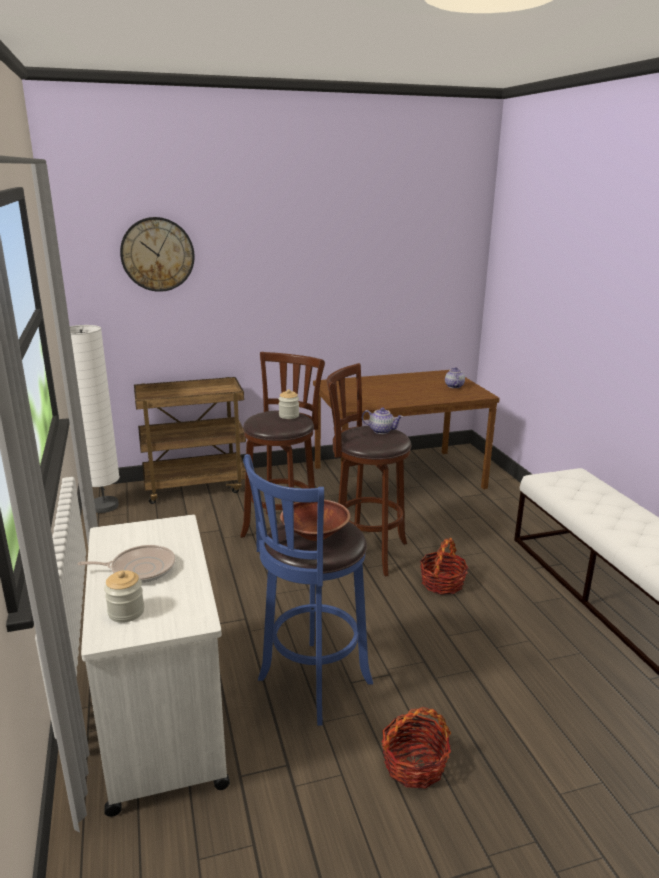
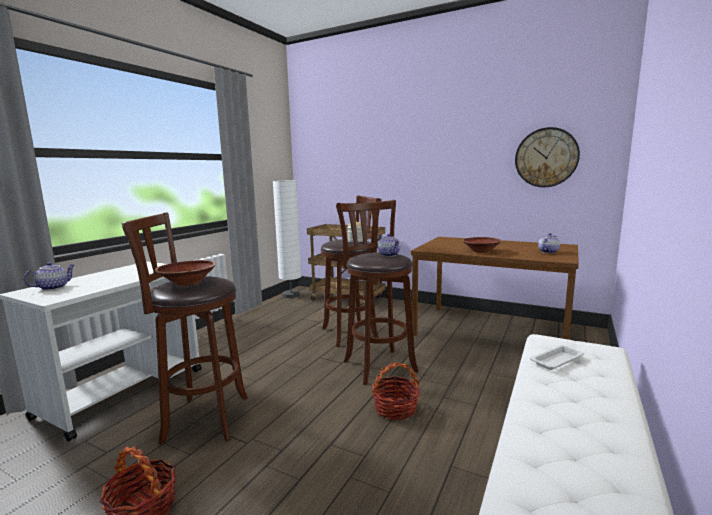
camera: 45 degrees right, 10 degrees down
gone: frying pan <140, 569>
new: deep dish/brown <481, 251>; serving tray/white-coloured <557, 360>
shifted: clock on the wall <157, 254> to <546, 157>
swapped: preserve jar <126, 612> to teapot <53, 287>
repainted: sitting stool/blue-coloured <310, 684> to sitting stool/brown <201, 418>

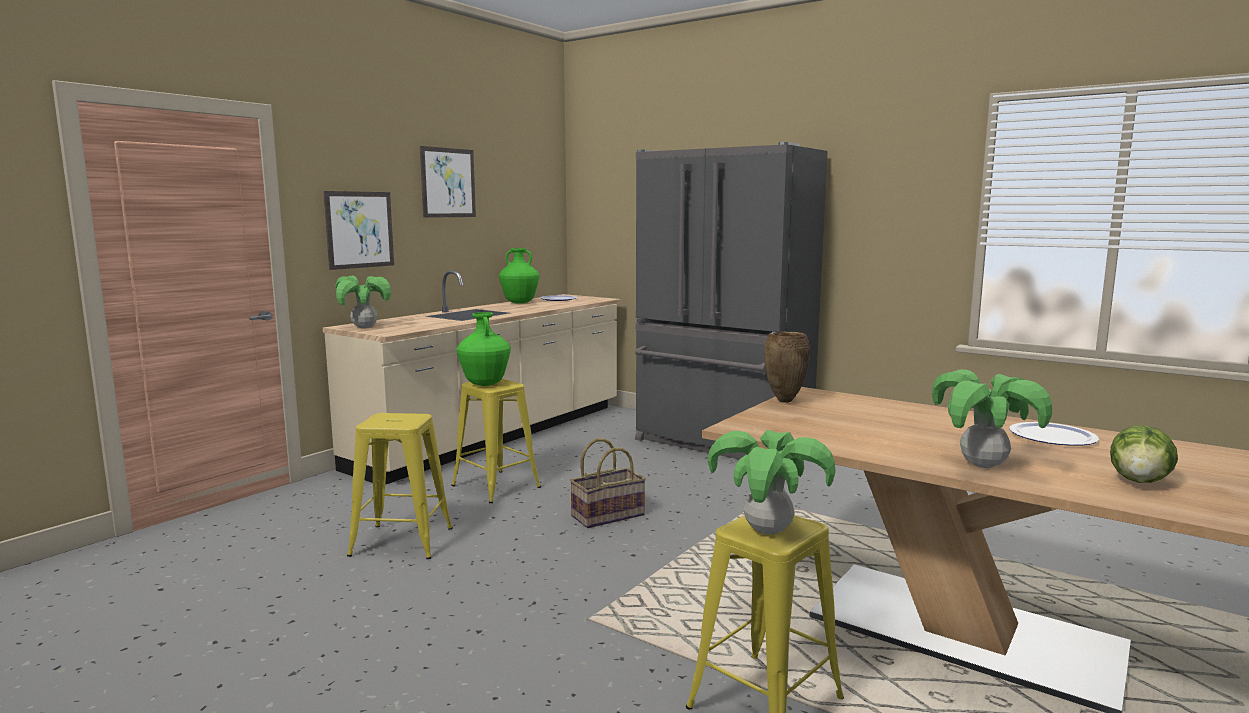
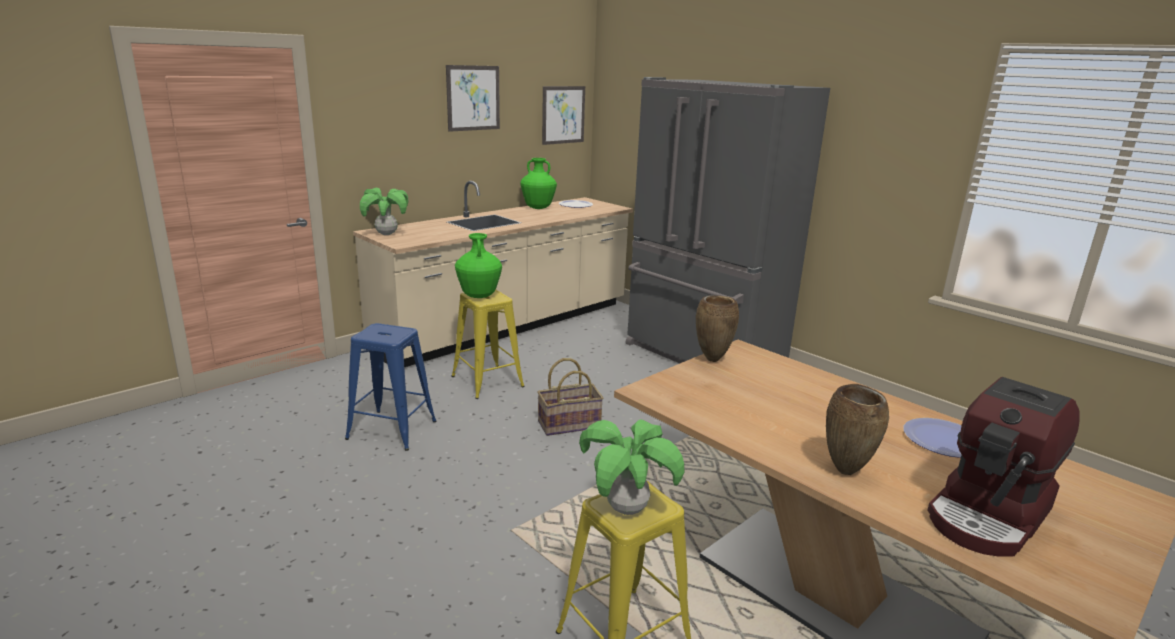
camera: 10 degrees right, 10 degrees up
shifted: wall art <359, 229> to <563, 115>
swapped: houseplant <983, 465> to vase/brown <847, 471>; head of lettuce <1139, 481> to coffee machine <989, 515>
repainted: sitting stool/yellow-coloured <402, 542> to sitting stool/blue-coloured <392, 430>

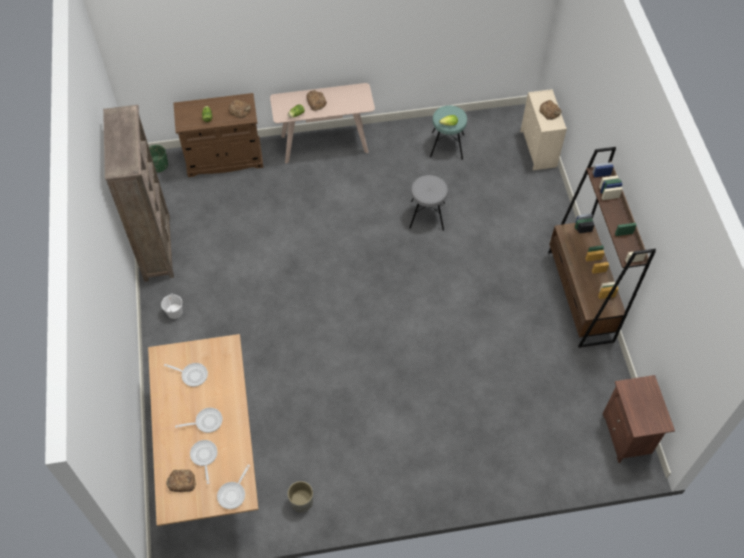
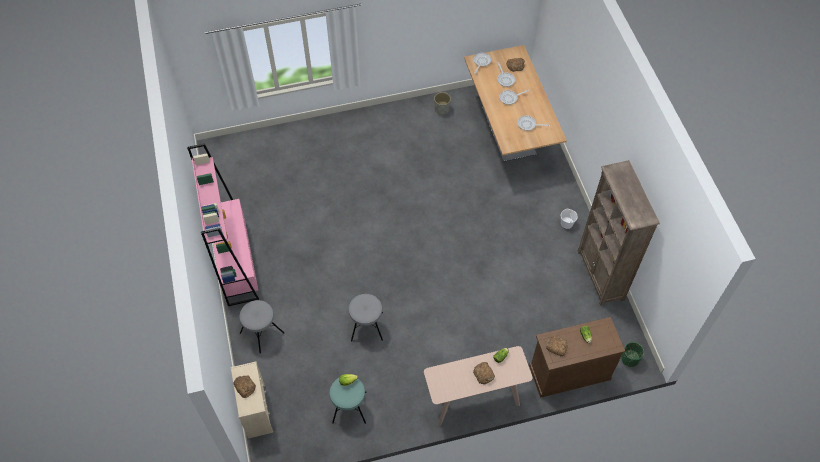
camera: 175 degrees right, 0 degrees up
gone: night table/brown <628, 435>
new: sitting stool/gray <262, 332>
repainted: bookshelf/brown <580, 296> to bookshelf/pink <236, 261>

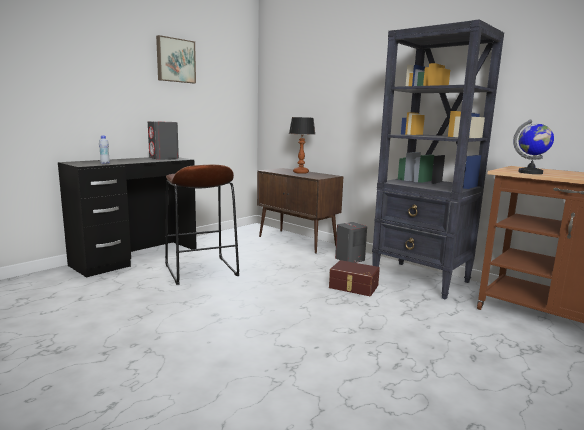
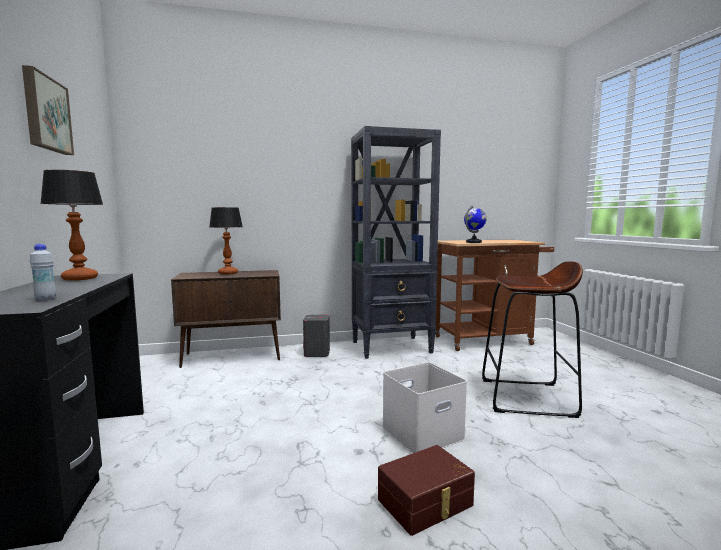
camera: 55 degrees left, 5 degrees down
new: storage container/white-coloured <422, 434>
shifted: sitting stool/brown <200, 270> to <527, 397>; storage container/brown <353, 287> to <426, 503>
swapped: speaker/gray <164, 158> to tabletop lamp <80, 278>

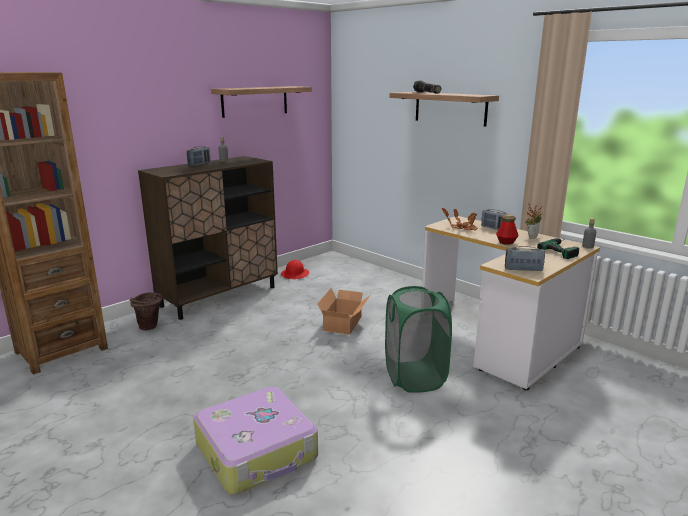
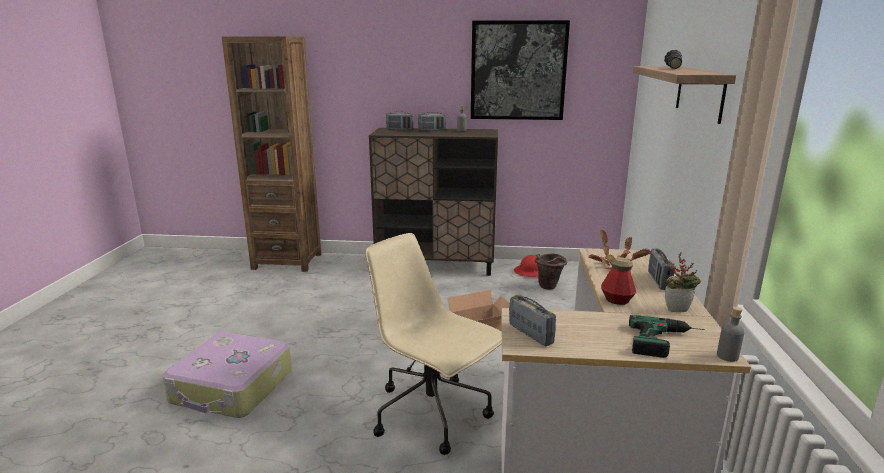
camera: 50 degrees right, 0 degrees up
new: radio <399, 129>
shifted: pail/brown <150, 328> to <548, 288>
swapped: shelf <255, 101> to wall art <518, 71>; laundry basket/greenish <414, 377> to computer chair/sand-coloured <433, 414>

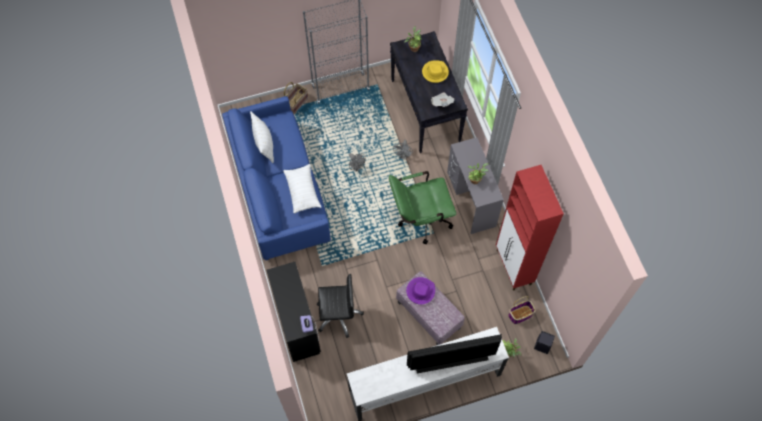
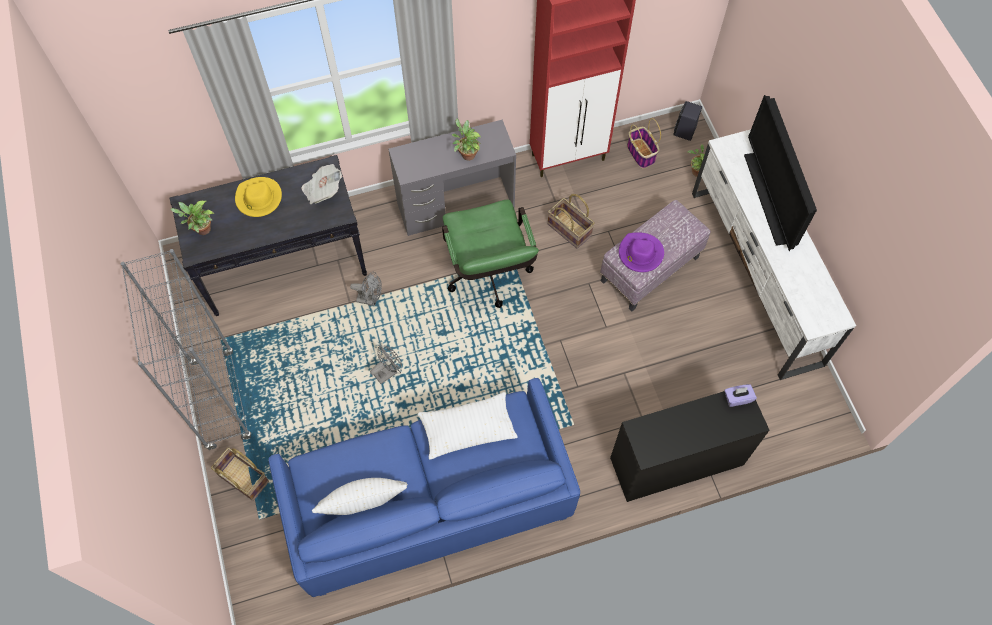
camera: 90 degrees left, 0 degrees up
gone: computer chair/black <338, 315>
new: storage basket <570, 229>

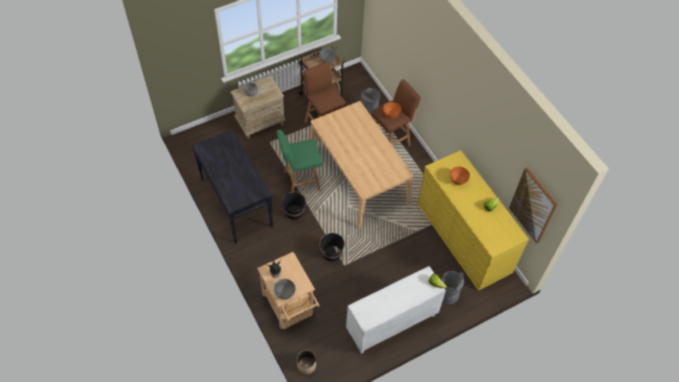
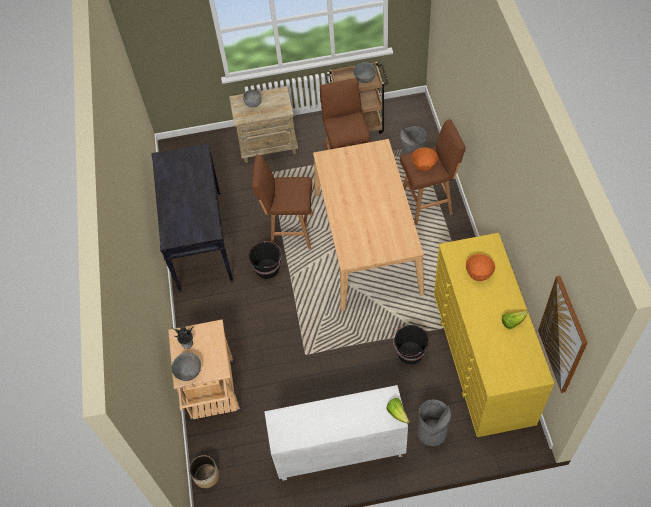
camera: 25 degrees right, 0 degrees up
shifted: pail/black <331, 253> to <410, 353>
repainted: sitting stool/greenish <300, 181> to sitting stool/brown <290, 231>

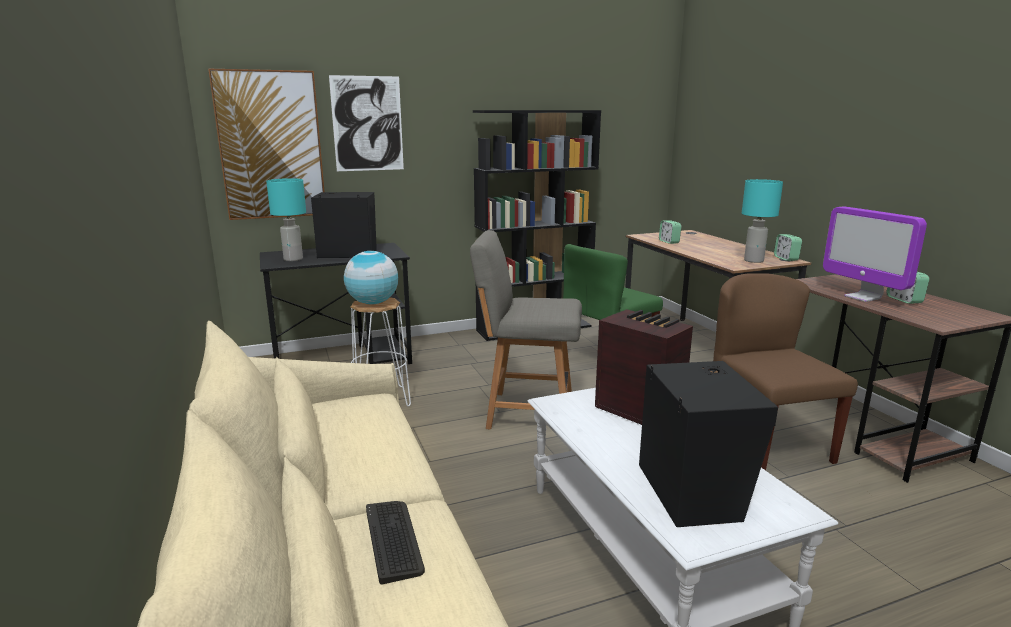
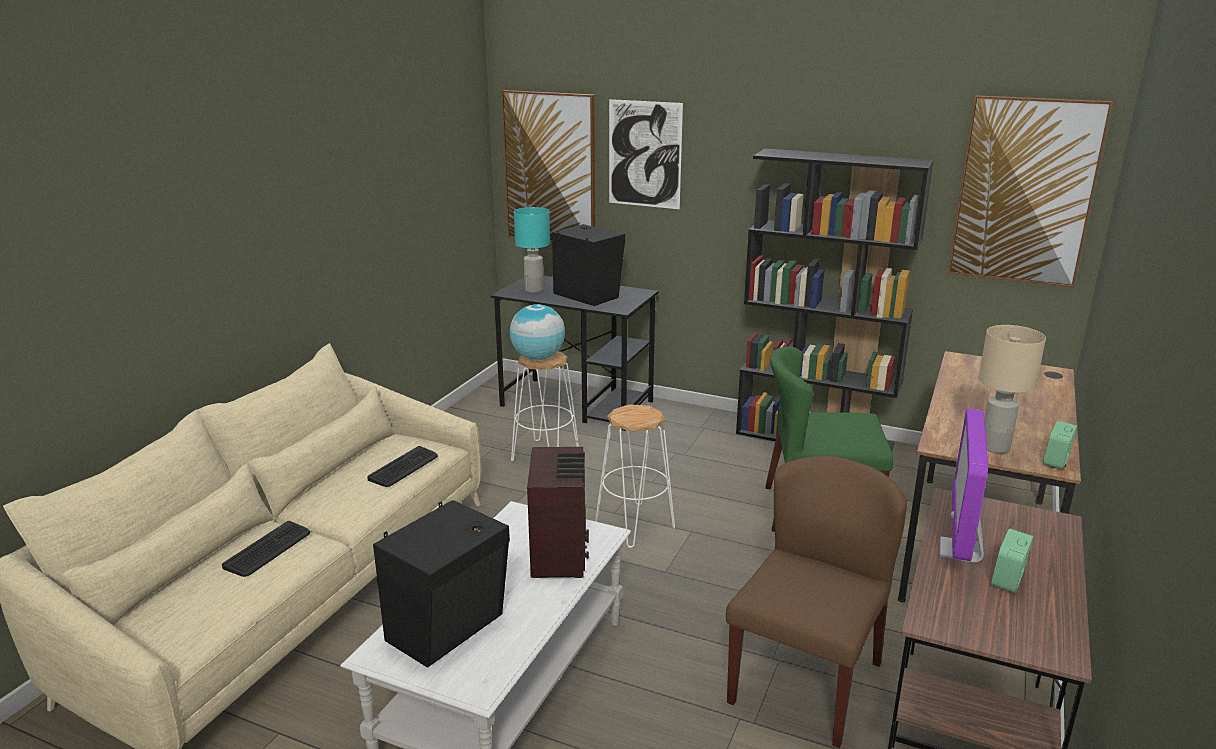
camera: 45 degrees right, 5 degrees up
gone: alarm clock <669, 242>
new: computer keyboard <404, 467>; wall art <1025, 191>
swapped: plain chair/gray <526, 412> to sitting stool/white-coloured <635, 525>
repainted: tabletop lamp/blue-green <753, 260> to tabletop lamp/sand-coloured <995, 447>

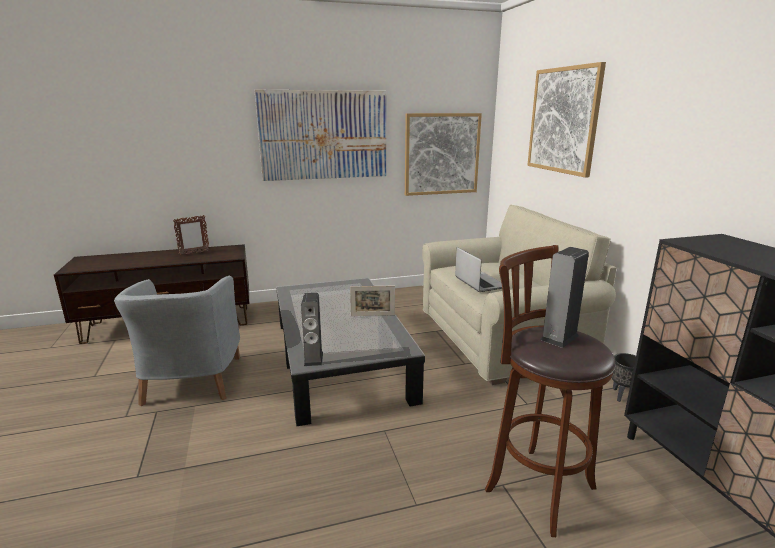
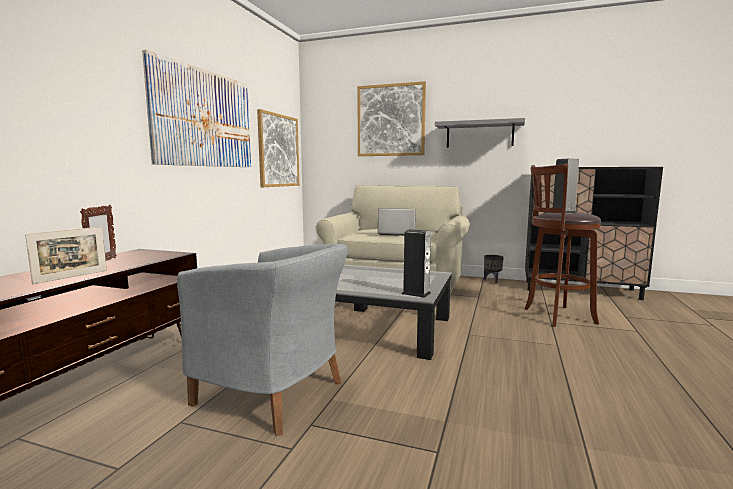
camera: 55 degrees left, 10 degrees down
new: shelf/gray <479, 134>
shifted: photo frame <372, 315> to <71, 277>

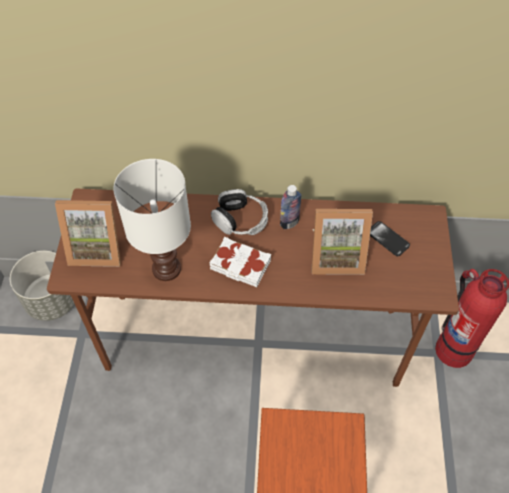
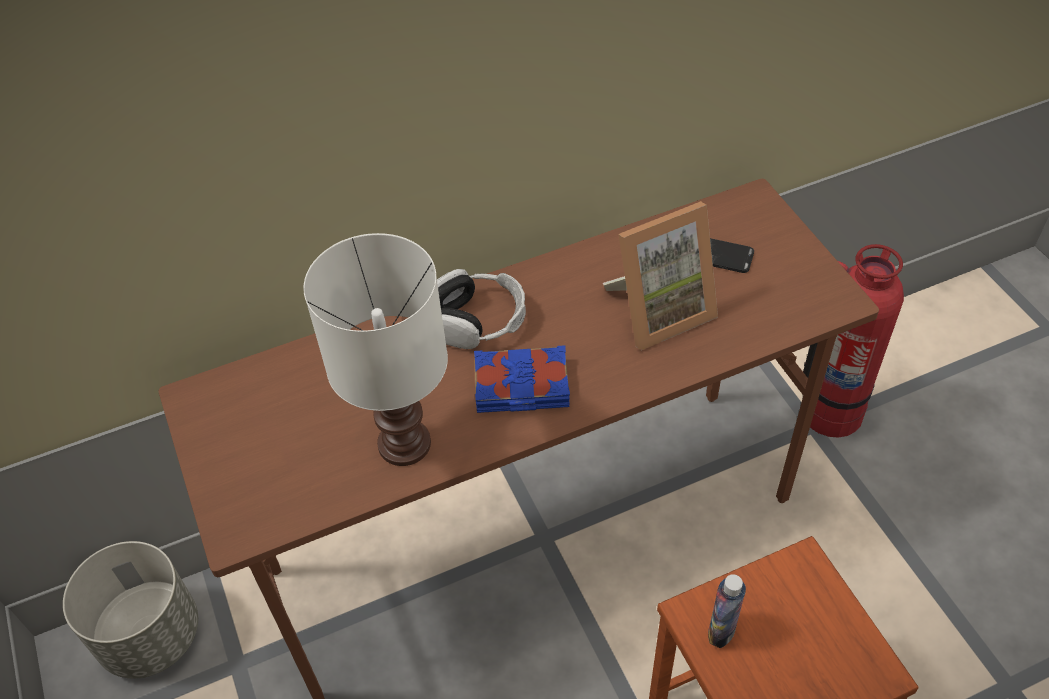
camera: 25 degrees left, 5 degrees down
gone: photo frame <97, 248>
shifted: bottle <289, 223> to <721, 630>
repainted: volume/white-coloured <240, 265> to volume/blue-coloured <522, 387>

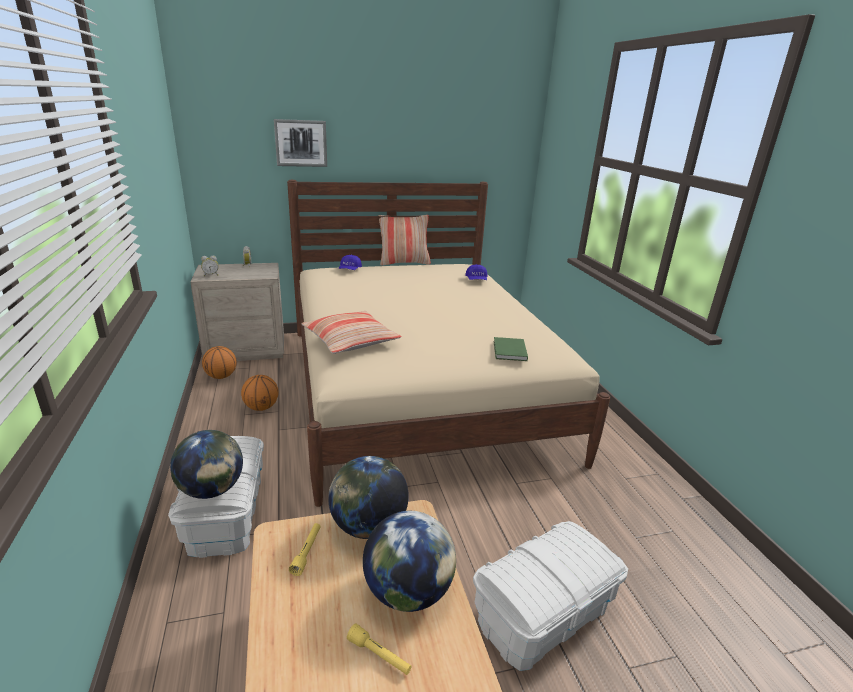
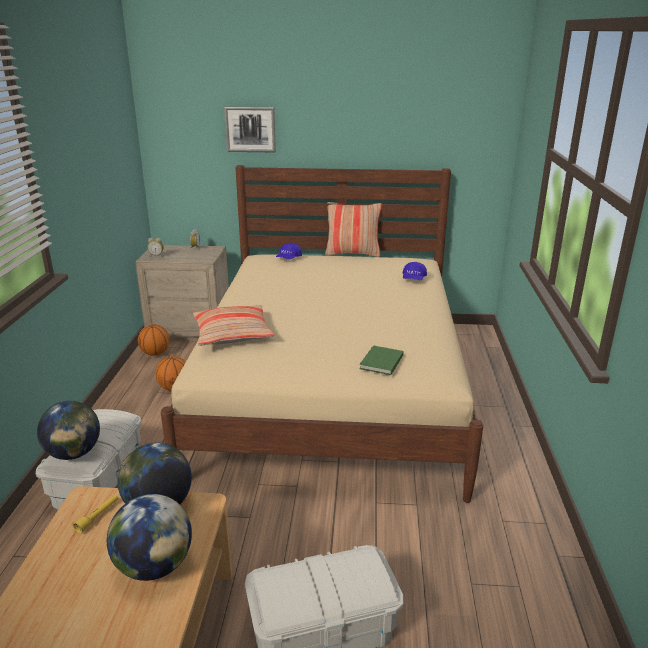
camera: 20 degrees right, 0 degrees up
gone: torch/yellow-coloured <379, 655>

